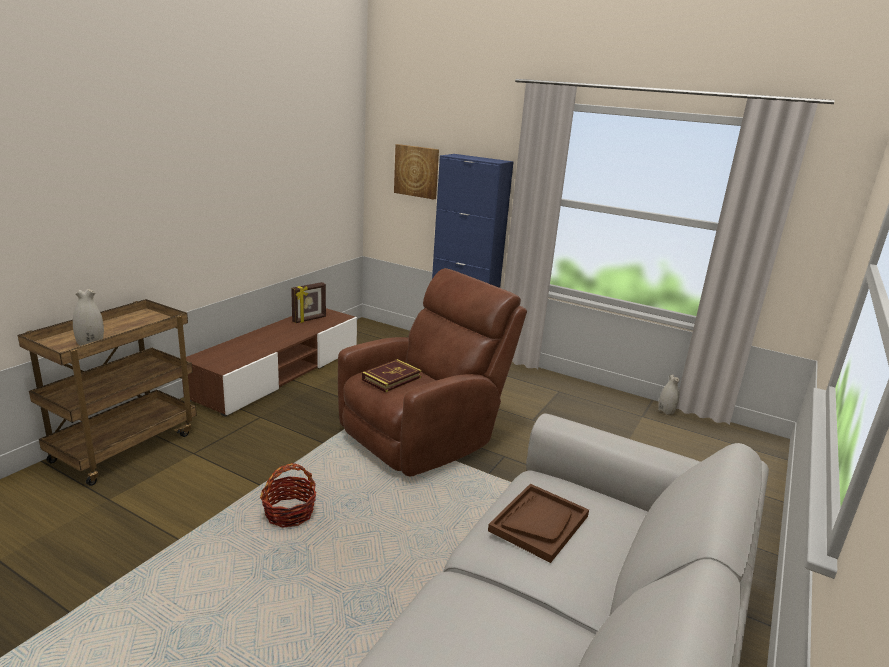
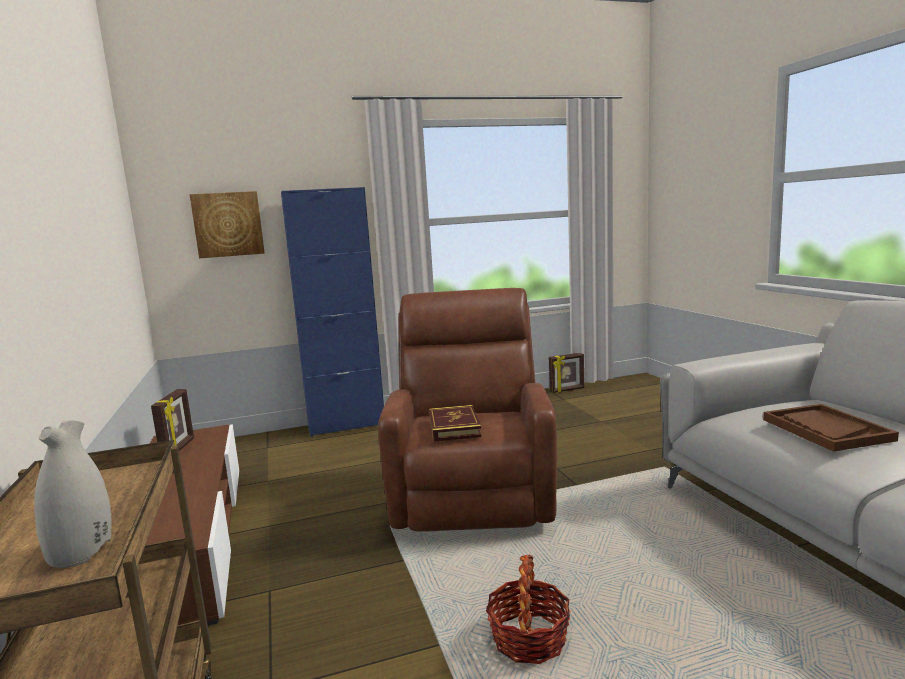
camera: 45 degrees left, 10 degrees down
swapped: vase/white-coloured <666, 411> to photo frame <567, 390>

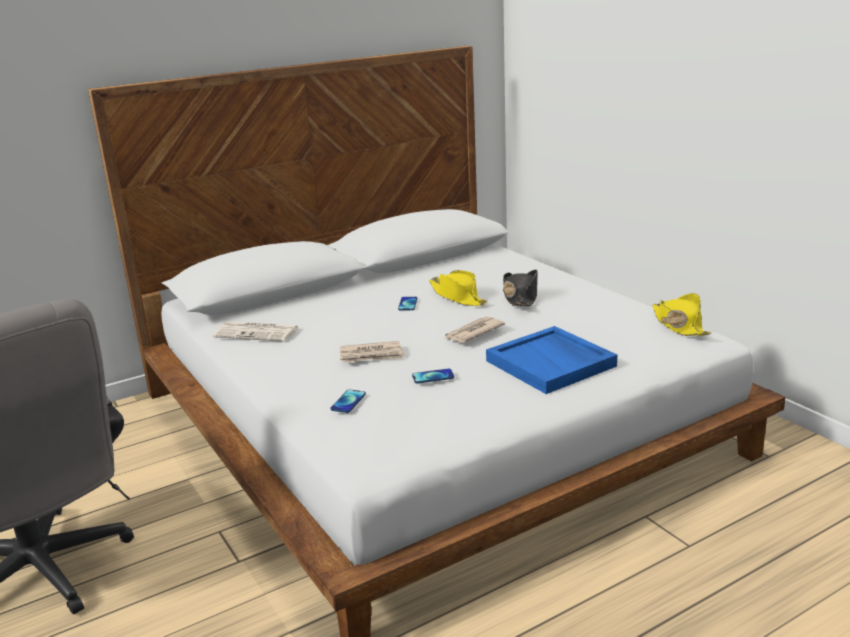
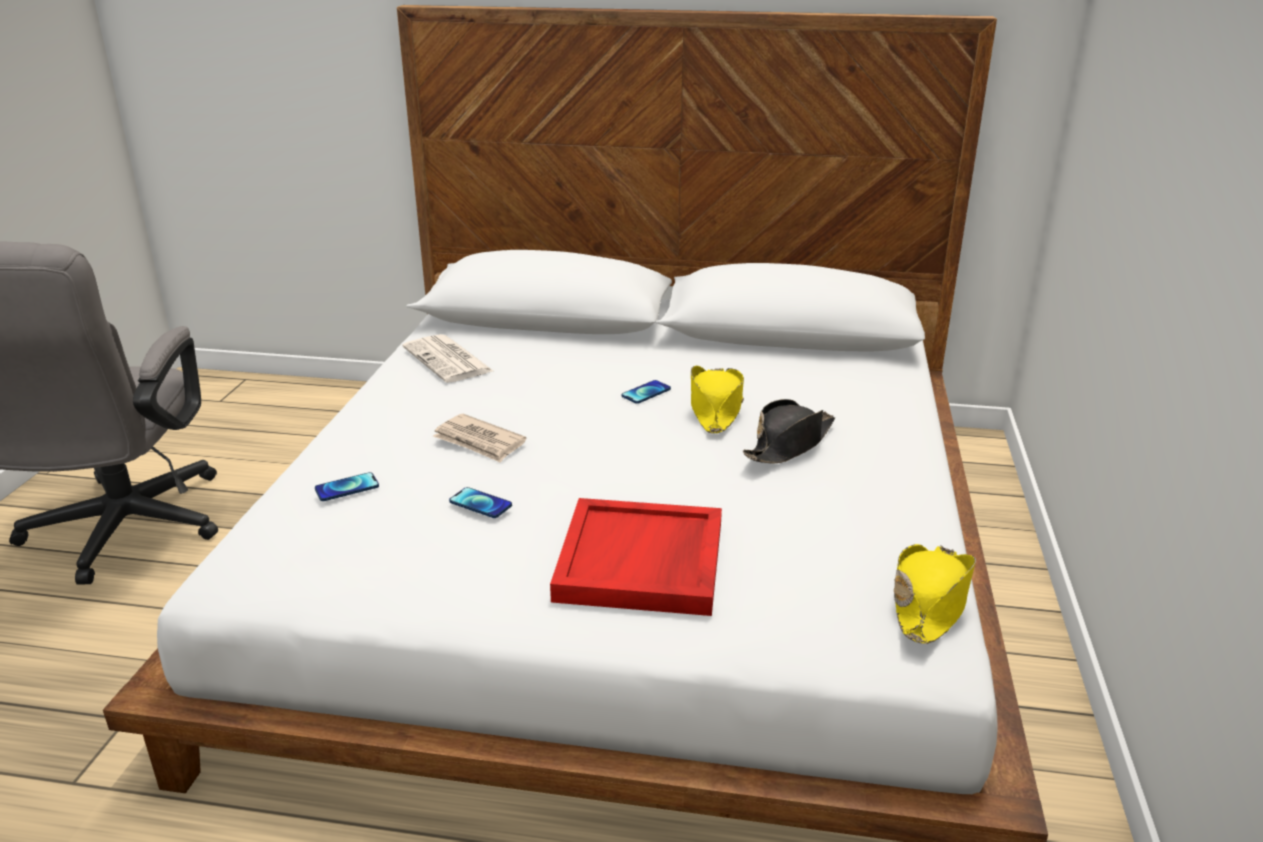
camera: 40 degrees right, 5 degrees up
gone: newspaper <473, 332>
repainted: serving tray/blue-coloured <552, 363> to serving tray/red <642, 562>

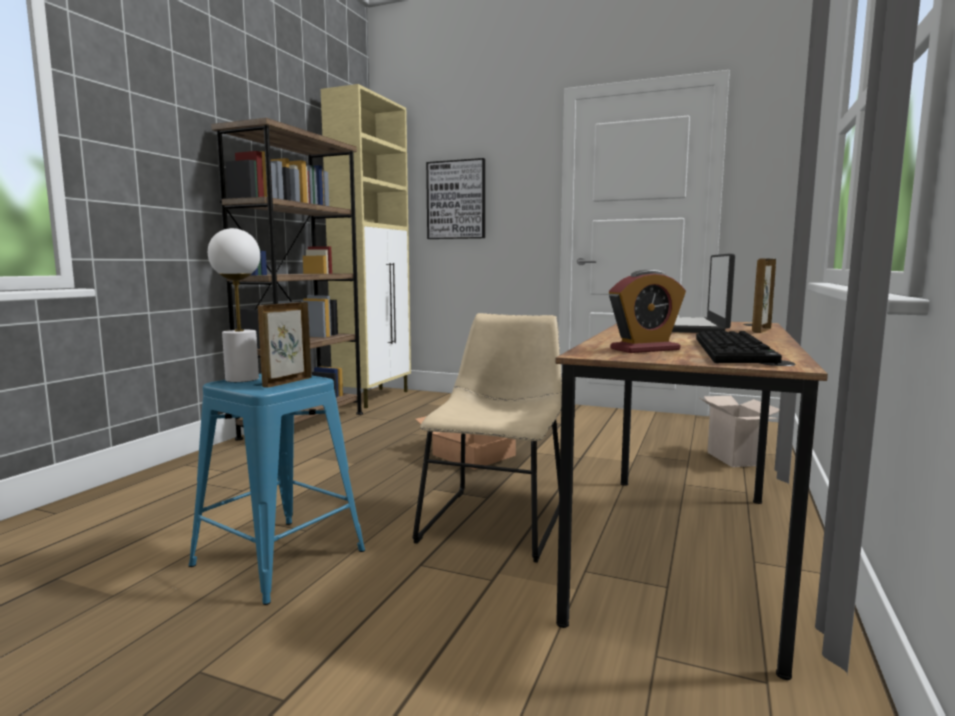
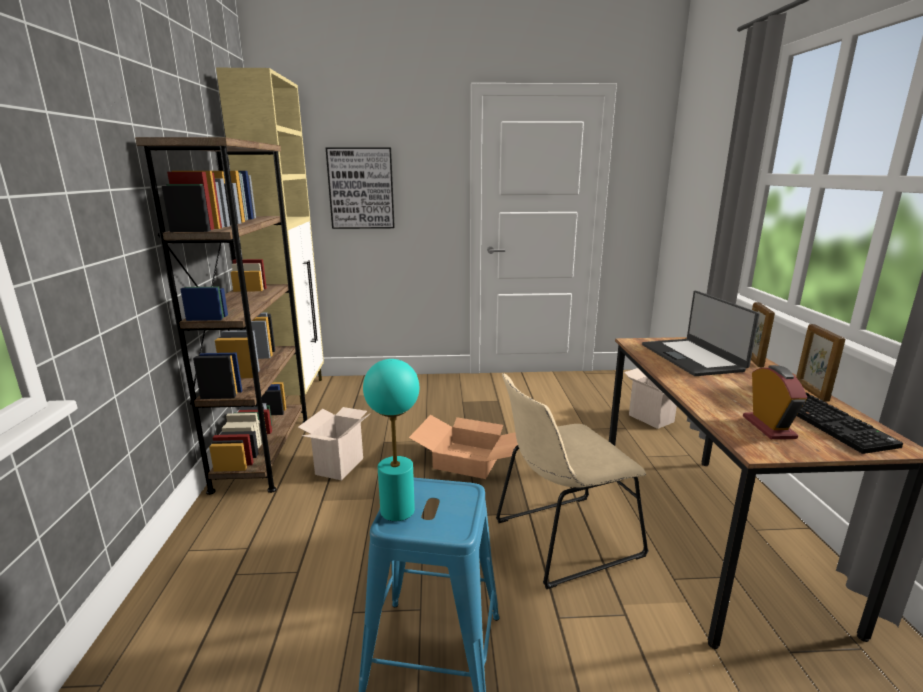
camera: 25 degrees left, 10 degrees up
new: packing box <339, 465>
shifted: photo frame <287, 382> to <811, 391>
repainted: tabletop lamp/white-coloured <242, 379> to tabletop lamp/blue-green <397, 510>
rotated: plain chair/sand-coloured <496, 520> = <562, 539> 105 degrees counterclockwise; alarm clock <645, 349> = <768, 427> 45 degrees counterclockwise

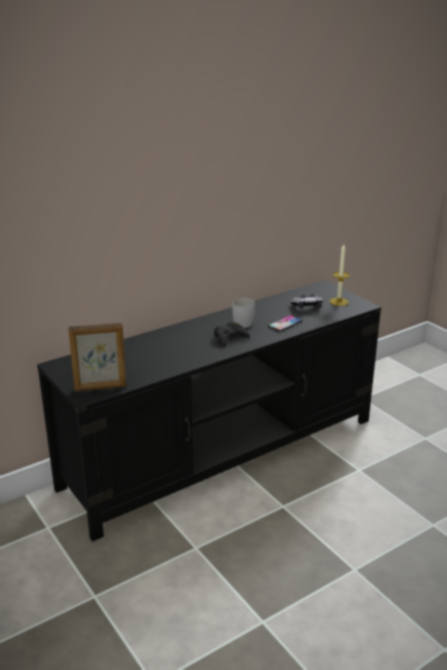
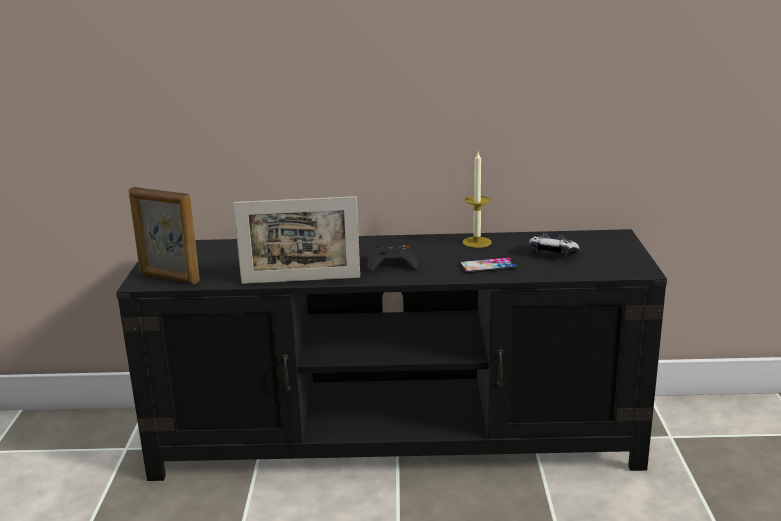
camera: 35 degrees right, 5 degrees down
gone: tea mug/white-coloured <242, 322>
new: photo frame <301, 280>
shifted: wax light <339, 301> to <477, 242>

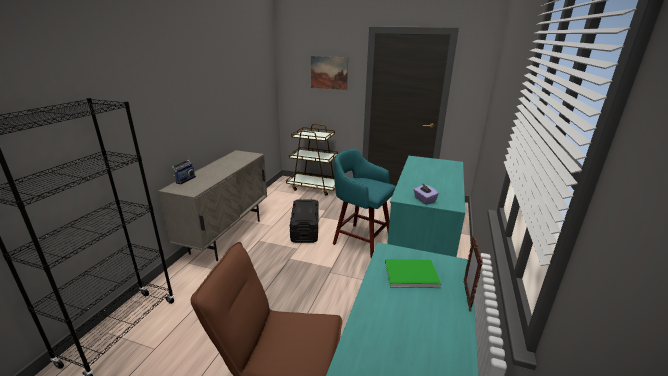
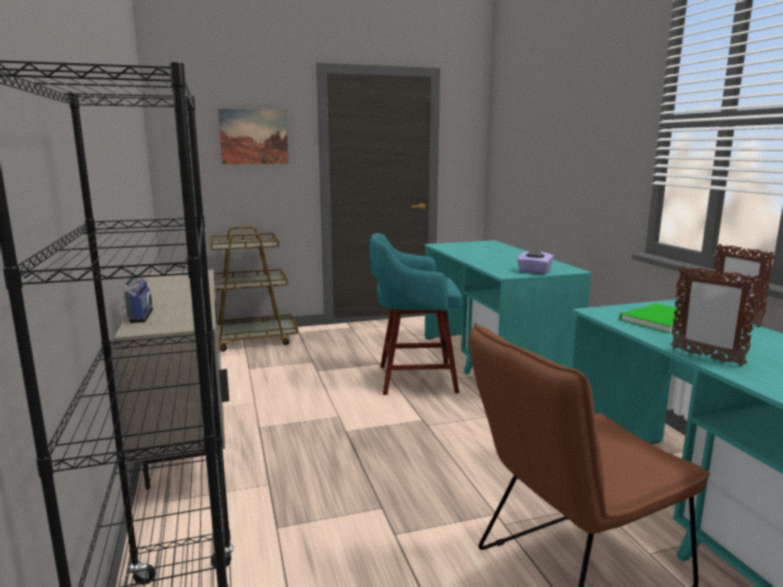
camera: 35 degrees left, 10 degrees down
gone: storage container/black <305, 229>
new: photo frame <706, 356>

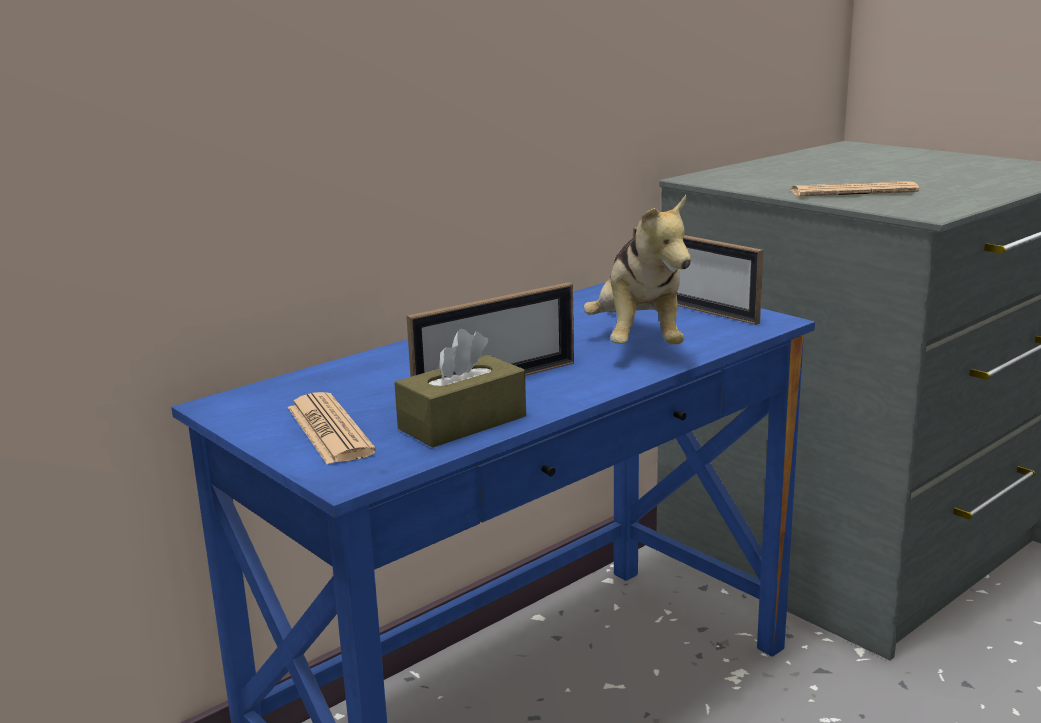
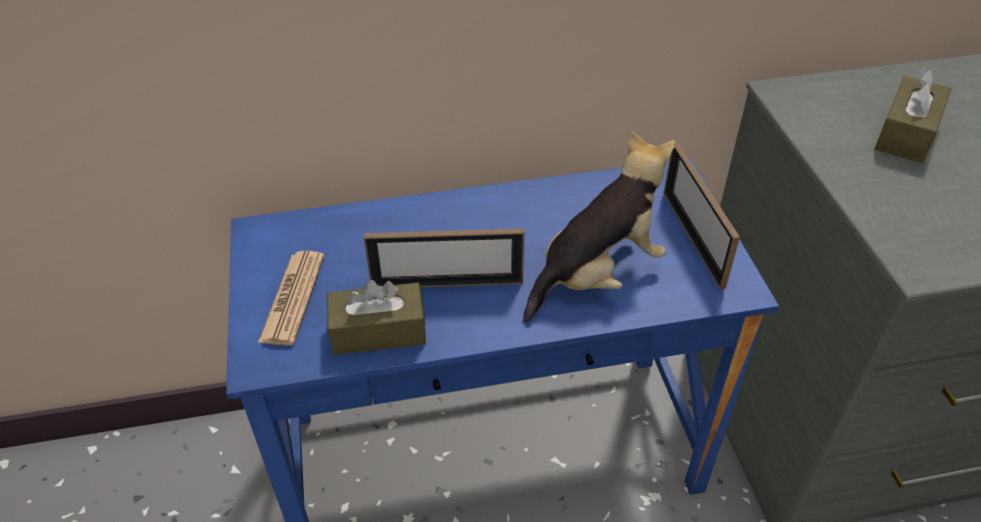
camera: 30 degrees right, 25 degrees up
gone: newspaper <853, 192>
new: tissue box/brown <906, 134>
rotated: cuddly toy <637, 343> = <597, 275> 150 degrees counterclockwise

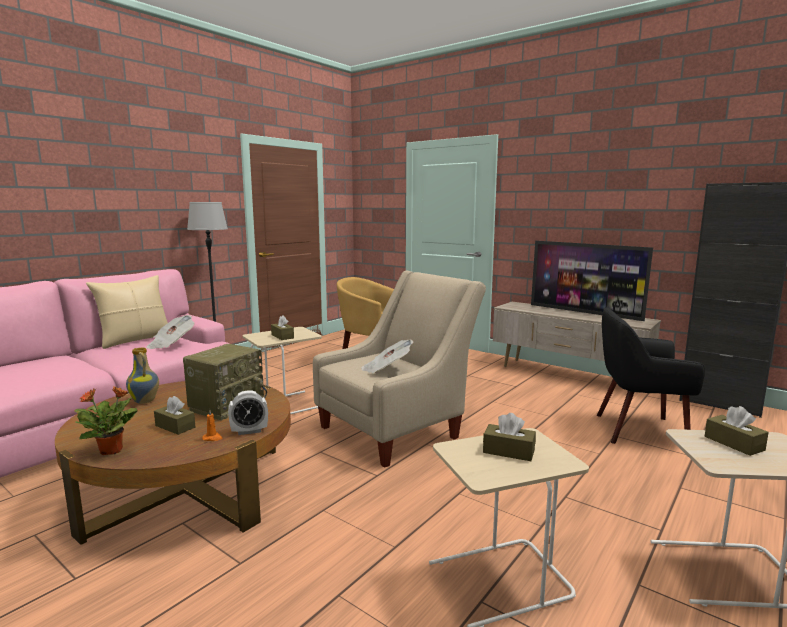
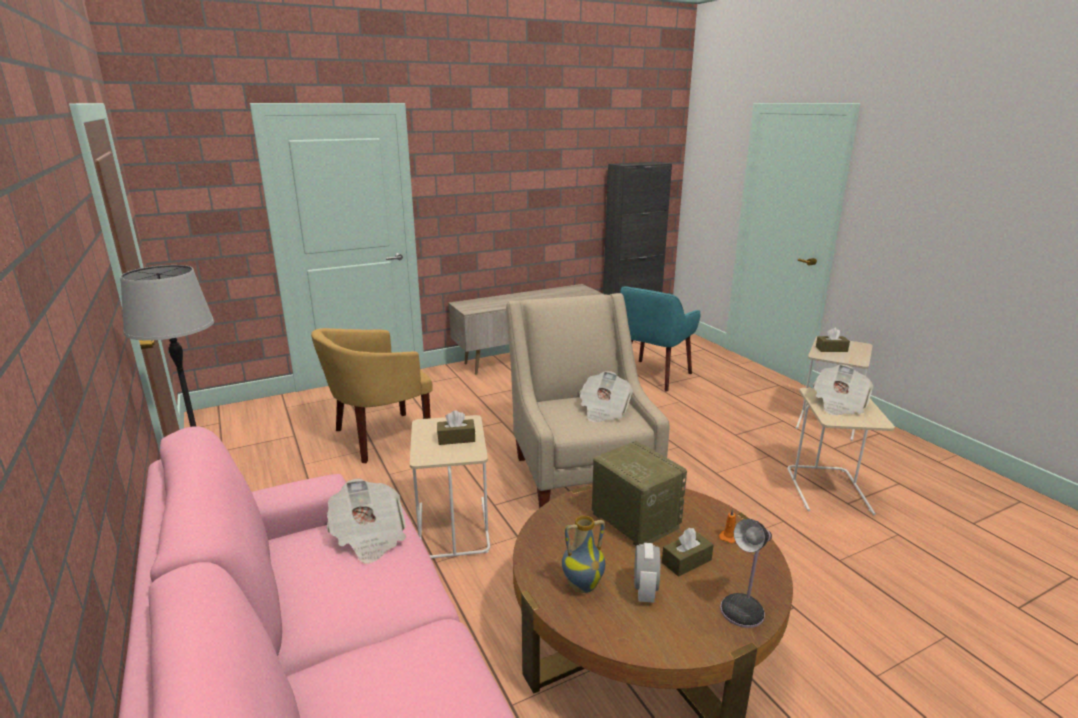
camera: 65 degrees left, 10 degrees up
gone: cushion/sand-coloured <135, 340>; television <584, 312>
shifted: alarm clock <249, 431> to <645, 591>
swapped: houseplant <112, 450> to tabletop lamp <744, 610>; tissue box/brown <508, 451> to newspaper <839, 404>
repainted: armchair/black <638, 430> to armchair/blue-green <653, 375>

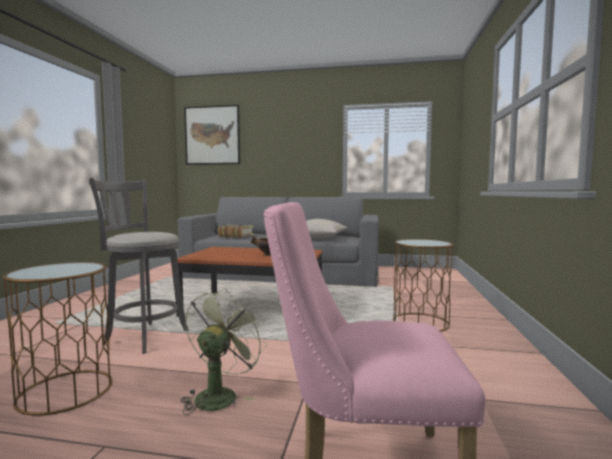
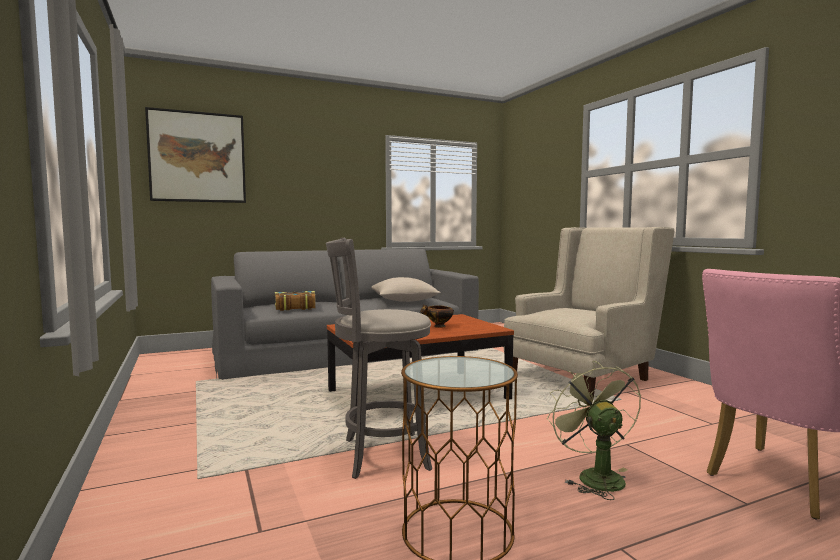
camera: 35 degrees left, 0 degrees up
swapped: accent table/brown <421, 322> to armchair/sand-coloured <584, 375>

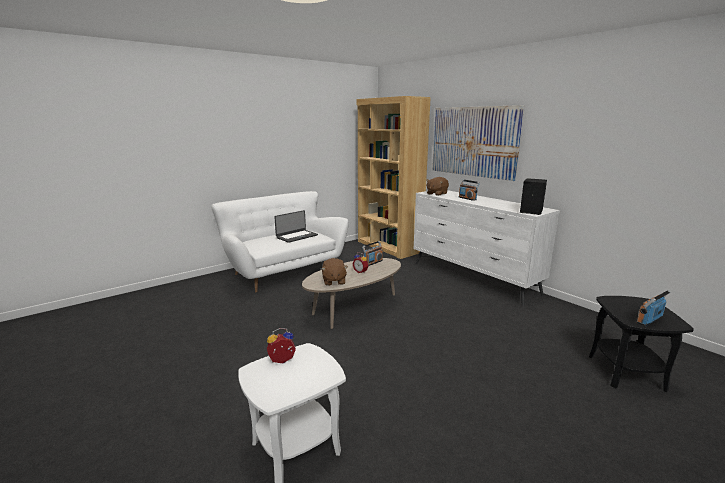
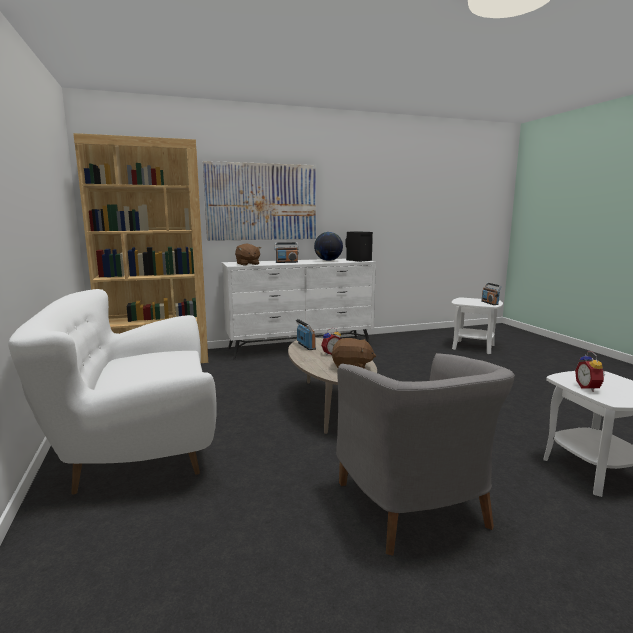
camera: 70 degrees left, 5 degrees down
gone: portable computer <296, 236>
new: desk globe <328, 260>; armchair/gray <414, 508>
repainted: accent table/black <626, 372> to accent table/white-coloured <473, 347>

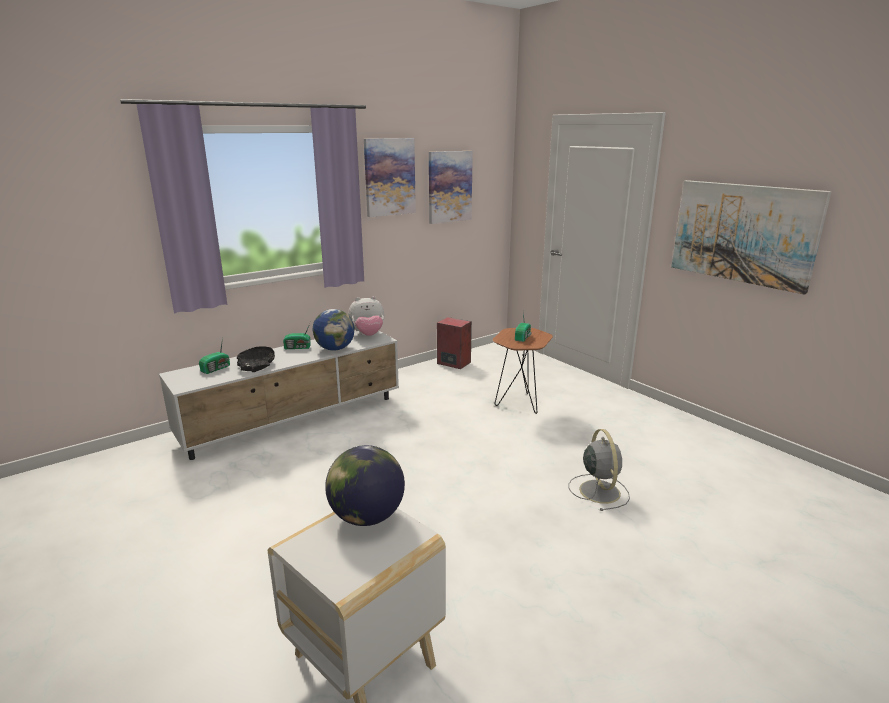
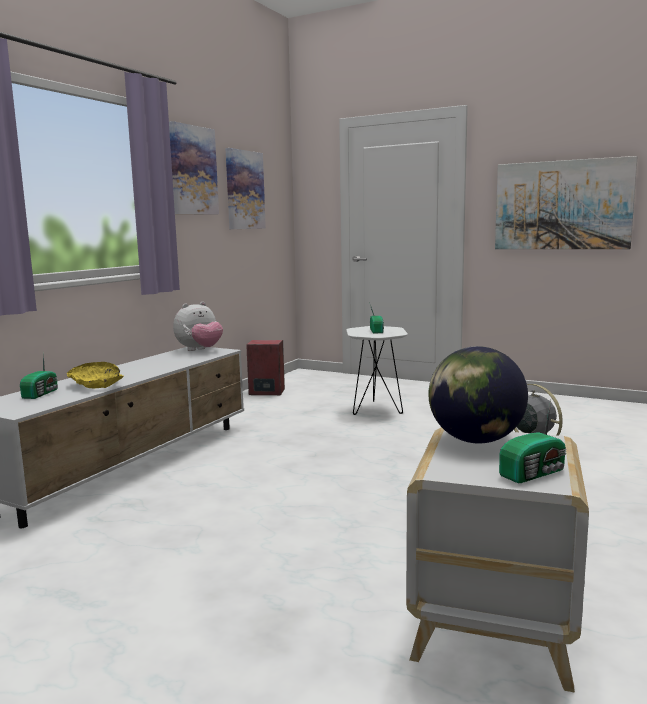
camera: 25 degrees left, 10 degrees down
gone: desk globe <335, 349>
shifted: radio <298, 347> to <535, 473>
repainted: deep dish/black <256, 366> to deep dish/yellow-coloured <97, 385>; accent table/brown <519, 404> to accent table/white-coloured <376, 410>

